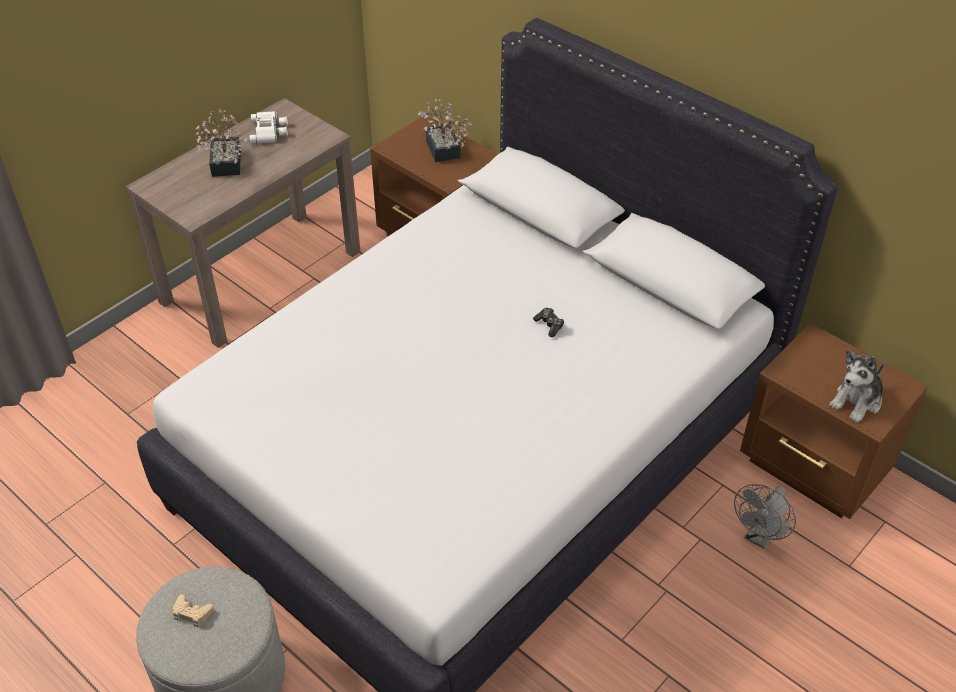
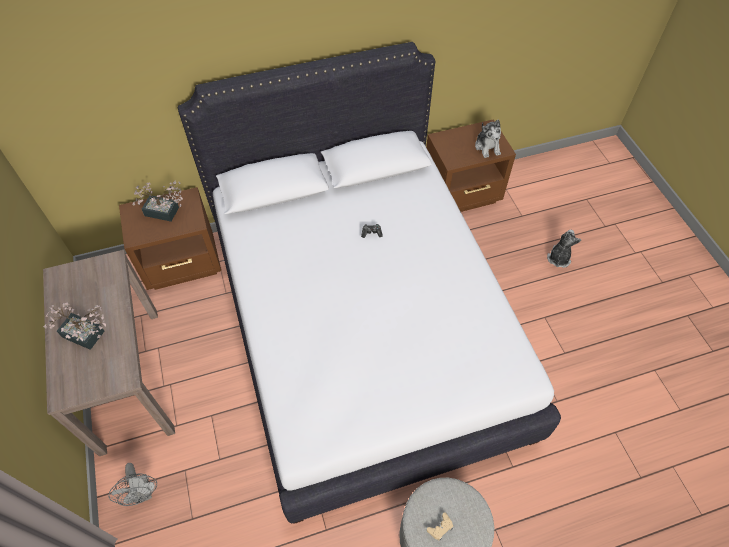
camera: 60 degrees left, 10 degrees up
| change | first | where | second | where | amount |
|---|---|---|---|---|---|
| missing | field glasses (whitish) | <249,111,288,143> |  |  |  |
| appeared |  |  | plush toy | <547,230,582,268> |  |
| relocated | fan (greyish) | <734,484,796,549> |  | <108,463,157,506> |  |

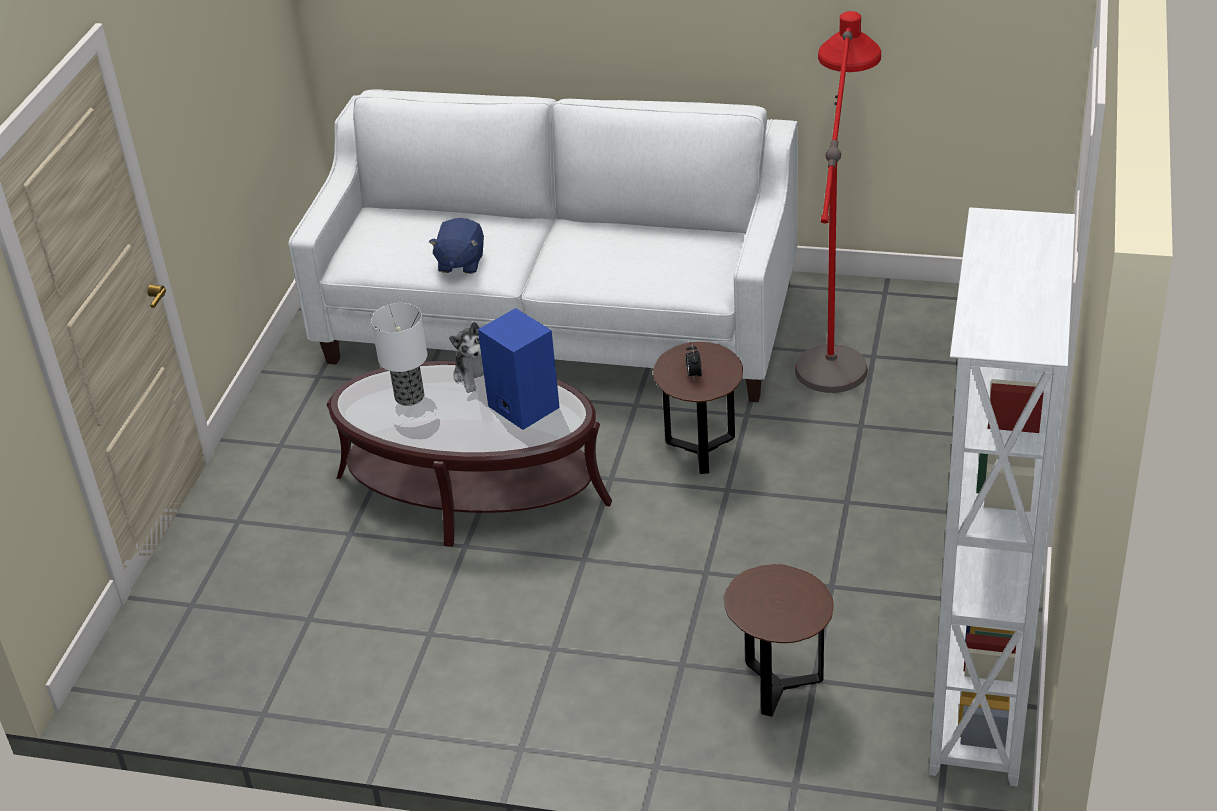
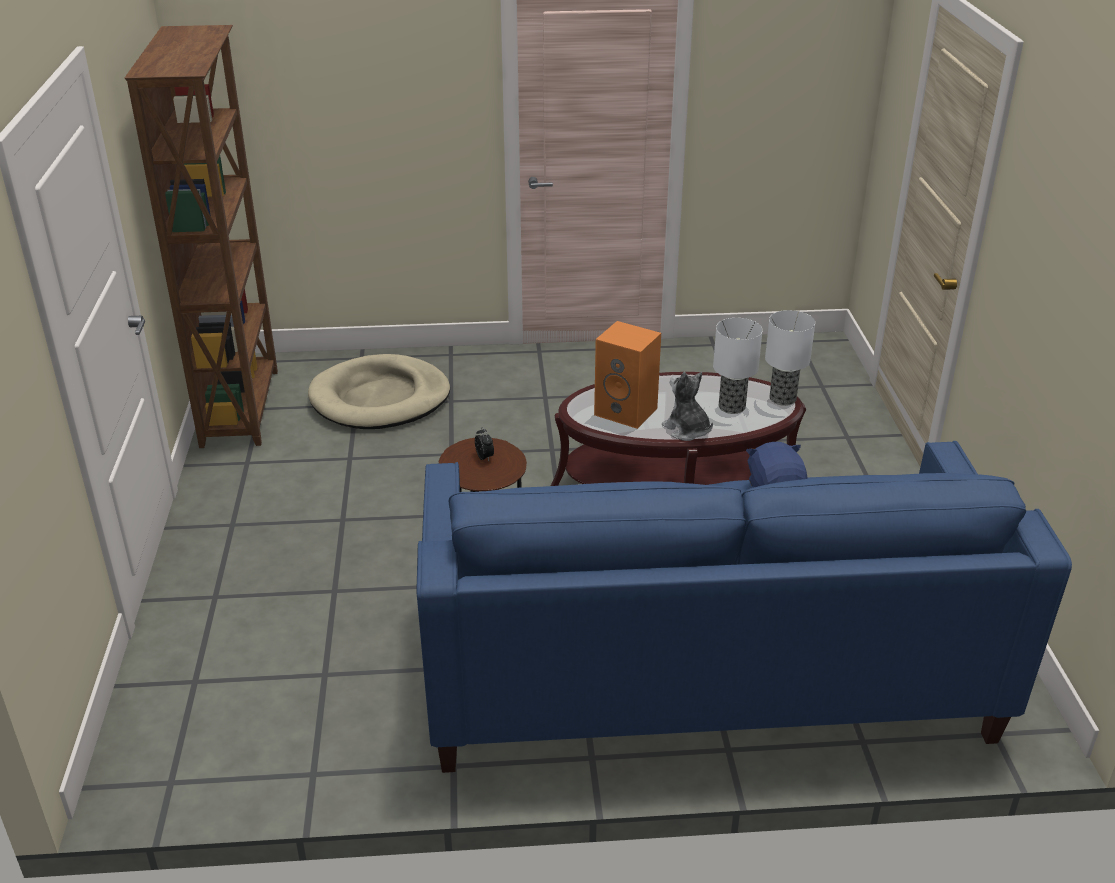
camera: 160 degrees right, 5 degrees down
| change | first | where | second | where | amount |
|---|---|---|---|---|---|
| missing | floor lamp (reddish) | <795,11,881,393> |  |  |  |
| appeared |  |  | table lamp | <765,310,815,406> |  |
| exchanged | accent table (brown) | <724,564,833,717> | pet bed (beige) | <308,354,450,429> |  |
| colour | sofa (whitish) | <288,89,798,402> | sofa (blue) | <417,441,1072,773> |  |
| colour | speaker (blue) | <478,308,560,430> | speaker (orange) | <594,321,661,429> |  |
| colour | bookcase (whitish) | <929,207,1075,787> | bookcase (brown) | <125,25,278,448> |  |

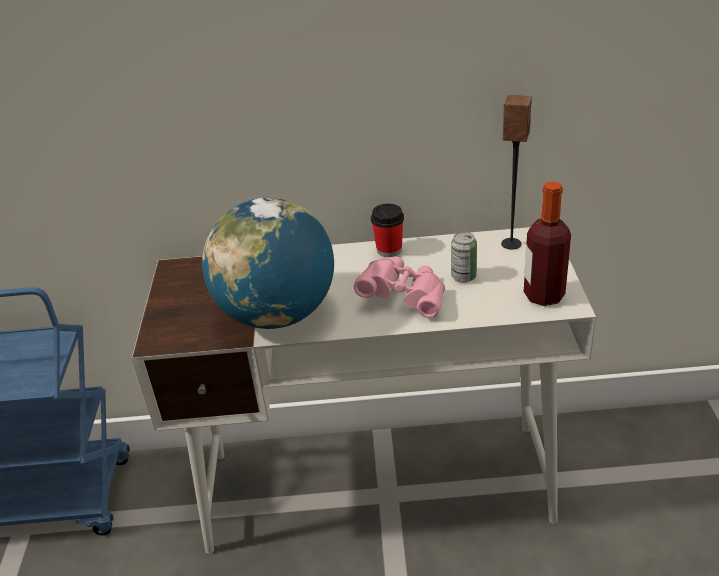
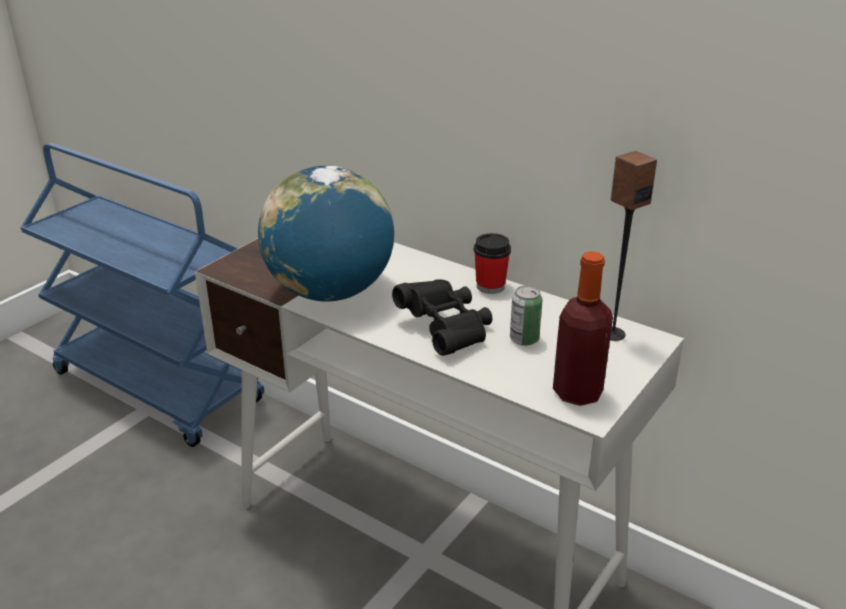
camera: 35 degrees right, 5 degrees down
| change | first | where | second | where | amount |
|---|---|---|---|---|---|
| colour | field glasses (pink) | <354,257,445,318> | field glasses (blackish) | <392,279,492,356> |  |

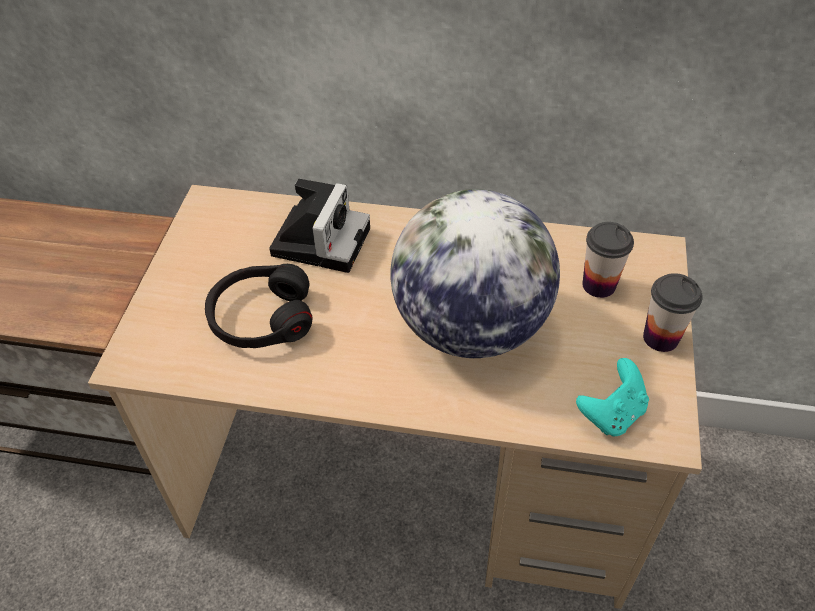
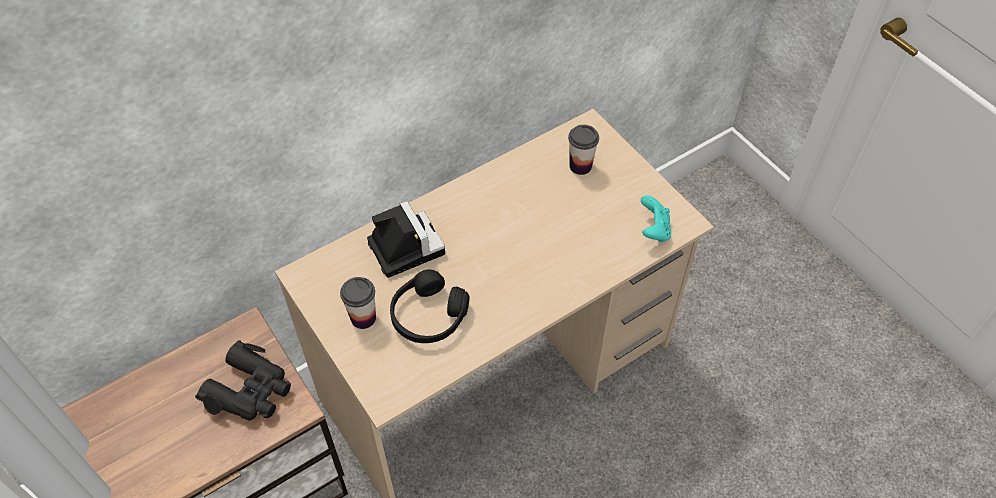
camera: 45 degrees left, 5 degrees up
| change | first | where | second | where | amount |
|---|---|---|---|---|---|
| missing | globe | <391,189,560,358> |  |  |  |
| appeared |  |  | field glasses (blackish) | <195,340,291,420> |  |
| relocated | small cup | <643,273,703,352> |  | <340,277,376,329> |  |

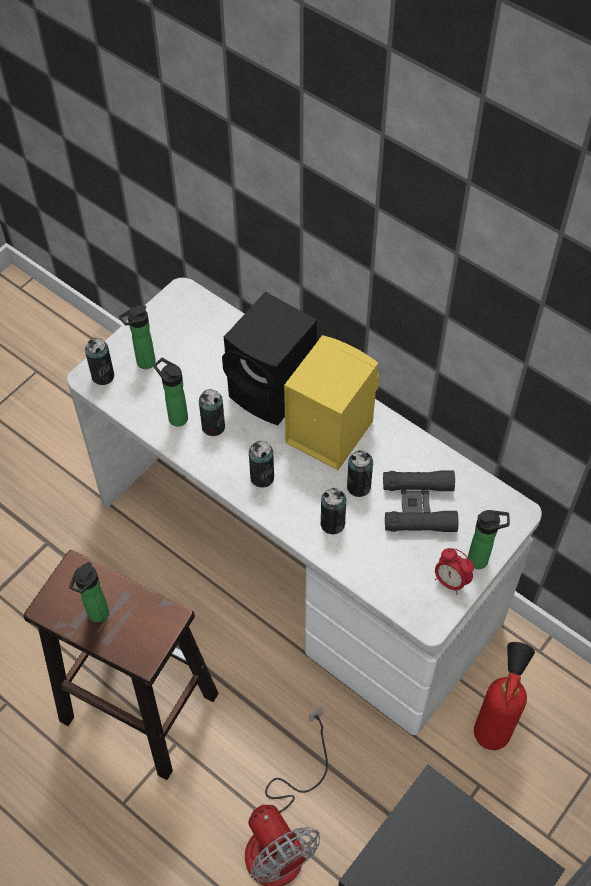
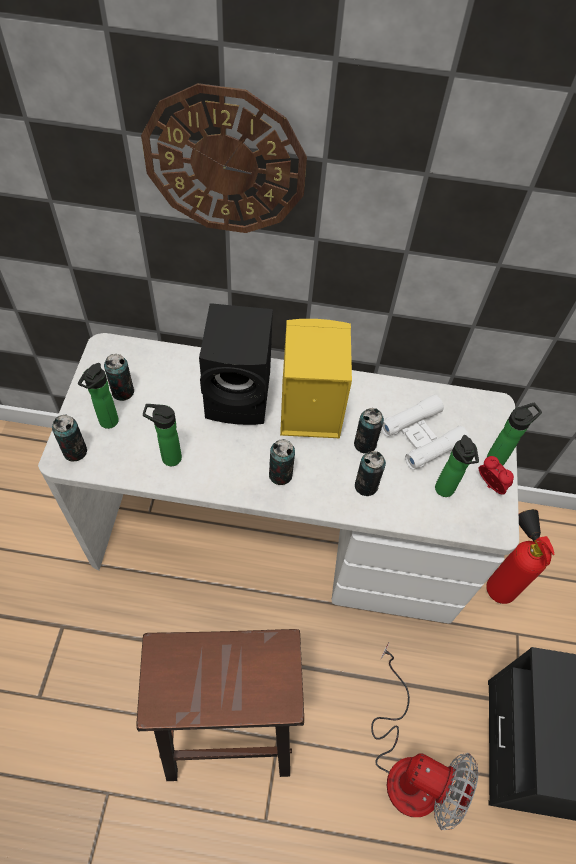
camera: 35 degrees left, 0 degrees up
| change | first | where | second | where | amount |
|---|---|---|---|---|---|
| appeared |  |  | hanging clock | <141,83,307,233> |  |
| relocated | bottle | <69,562,109,622> |  | <435,435,479,497> |  |
| relocated | can | <199,389,225,436> |  | <104,354,134,401> |  |
| colour | field glasses (blackish) | <383,470,458,532> | field glasses (whitish) | <381,394,470,470> |  |
| spun | alarm clock | <435,548,474,595> |  | <479,456,514,495> | 135 degrees counterclockwise |

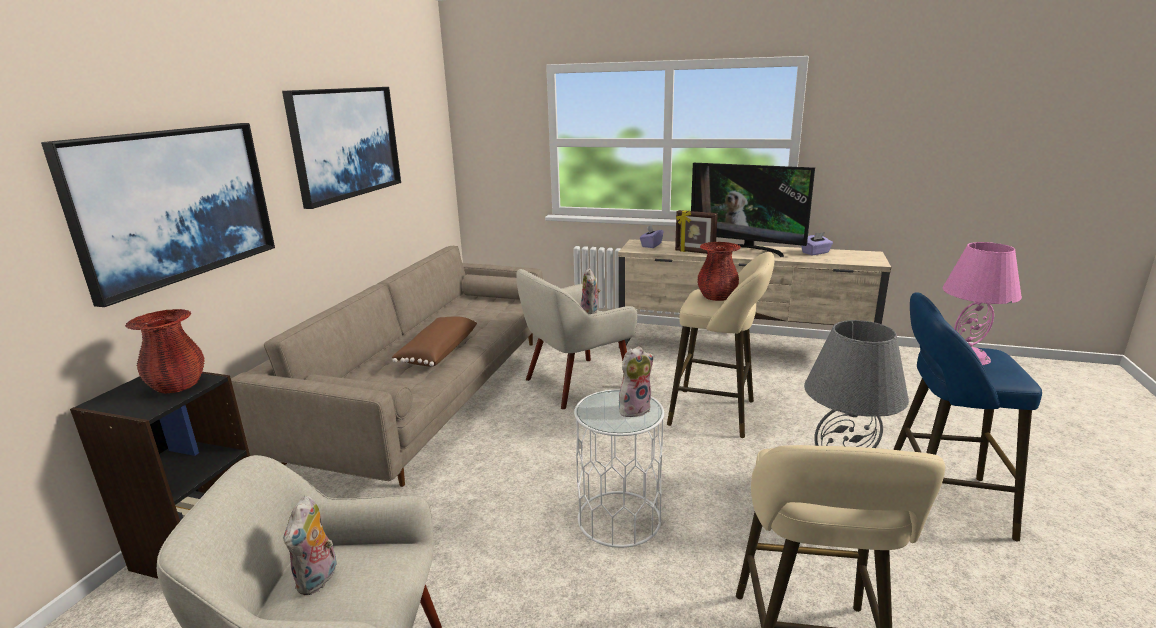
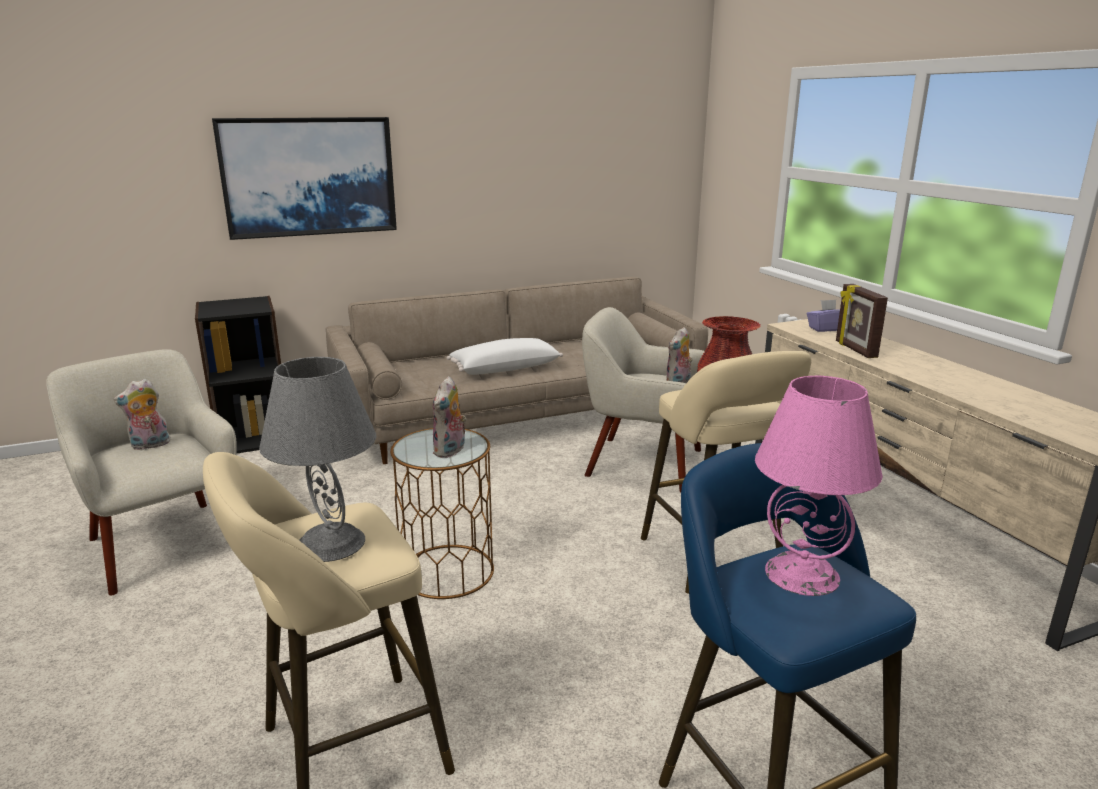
camera: 50 degrees right, 0 degrees up
| change | first | where | second | where | amount |
|---|---|---|---|---|---|
| missing | flower vase (reddish) | <125,309,205,394> |  |  |  |
| missing | picture | <282,87,401,209> |  |  |  |
| missing | TV set | <691,163,815,257> |  |  |  |
| missing | box of tissues (purple) | <801,232,833,255> |  |  |  |
| colour | pillow (brown) | <391,316,477,366> | pillow (whitish) | <447,338,563,375> |  |
| colour | accent table (whitish) | <574,389,664,548> | accent table (brown) | <390,428,494,599> |  |
| spun | plush toy | <619,346,654,417> |  | <433,376,467,458> | 90 degrees clockwise |

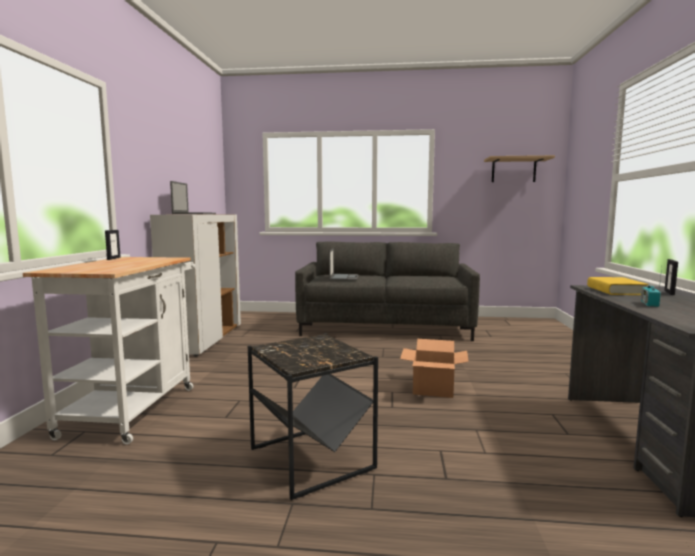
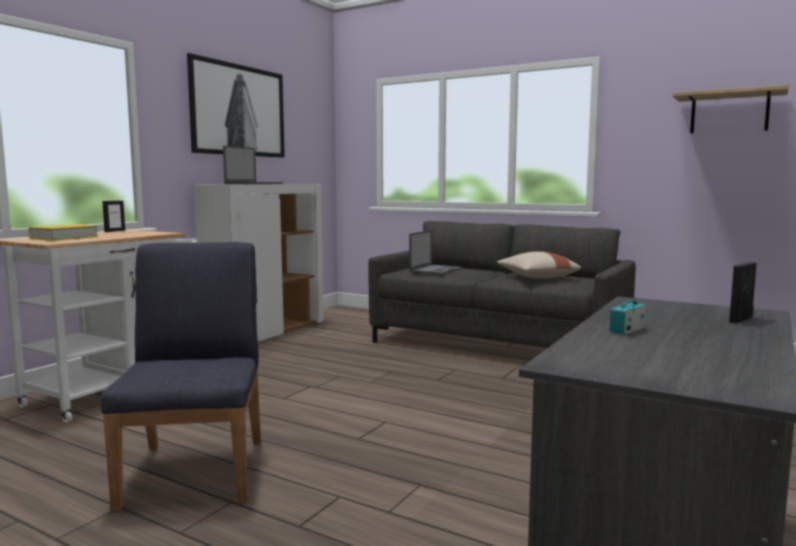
camera: 25 degrees right, 0 degrees up
| change | first | where | second | where | amount |
|---|---|---|---|---|---|
| missing | cardboard box | <400,339,469,398> |  |  |  |
| appeared |  |  | picture | <187,53,285,158> |  |
| appeared |  |  | pillow (beige) | <497,251,581,279> |  |
| relocated | bound book (yellowish) | <587,277,649,295> |  | <28,224,99,241> |  |
| exchanged | accent table (blackish) | <248,333,378,500> | chair (blue) | <101,242,261,511> |  |

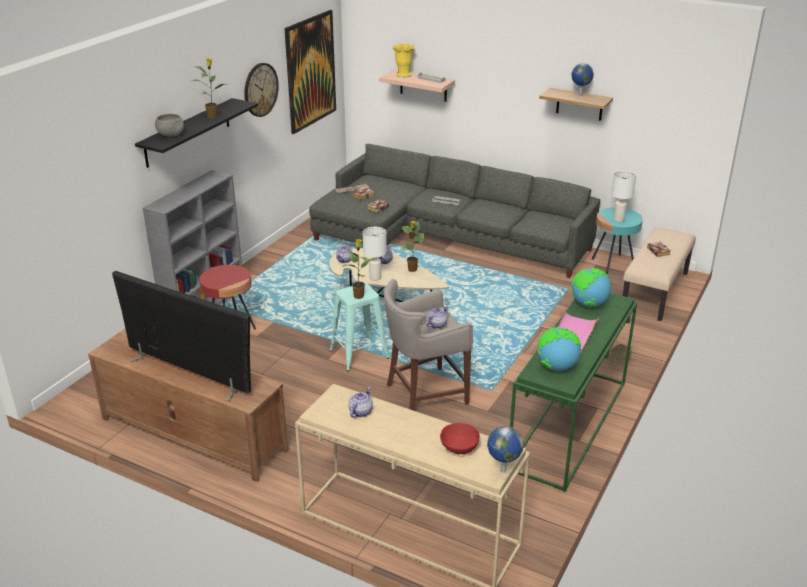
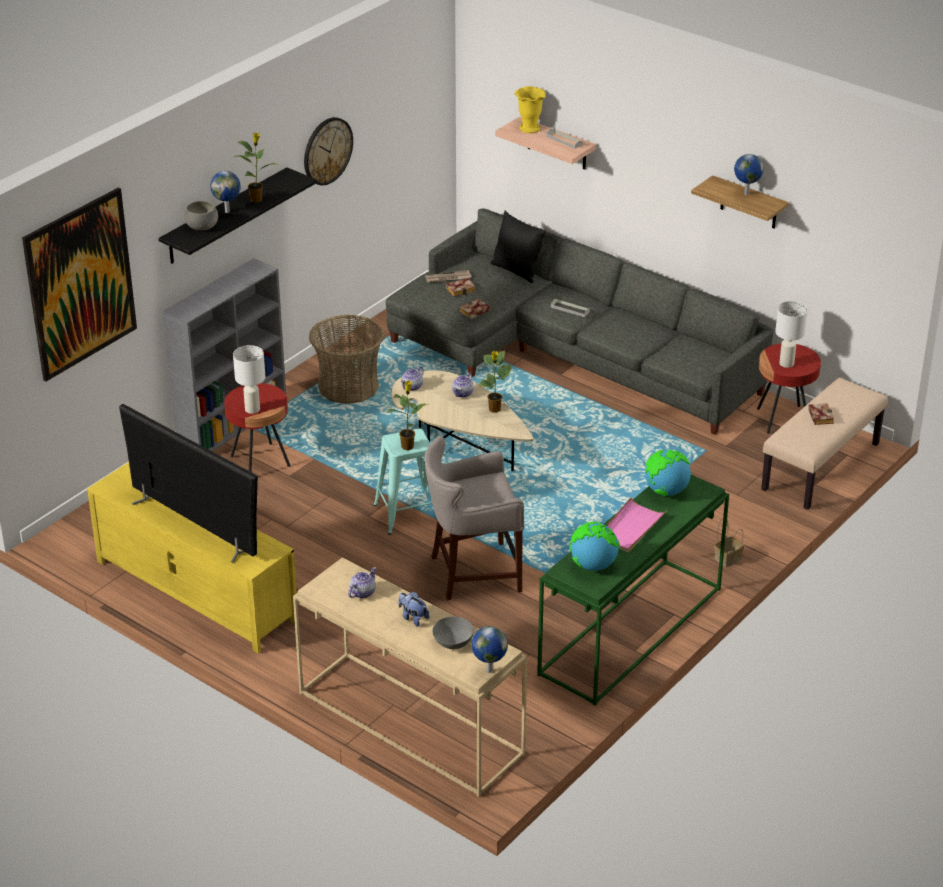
camera: 10 degrees right, 5 degrees up
| change | first | where | second | where | amount |
|---|---|---|---|---|---|
| missing | teapot | <426,306,449,329> |  |  |  |
| appeared |  |  | globe | <210,171,241,213> |  |
| appeared |  |  | basket | <309,315,384,404> |  |
| appeared |  |  | plush toy | <398,592,429,627> |  |
| appeared |  |  | pillow (blackish) | <490,211,546,283> |  |
| relocated | picture | <284,10,336,134> |  | <22,188,137,381> |  |
| relocated | table lamp (whitish) | <363,227,387,281> |  | <233,345,265,414> |  |
| colour | tv stand (brown) | <88,329,288,482> | tv stand (yellowish) | <87,462,297,654> |  |
| colour | deep dish (reddish) | <440,423,480,454> | deep dish (greyish) | <432,616,474,649> |  |
| colour | accent table (turquoise) | <592,207,643,274> | accent table (reddish) | <757,343,821,434> |  |

